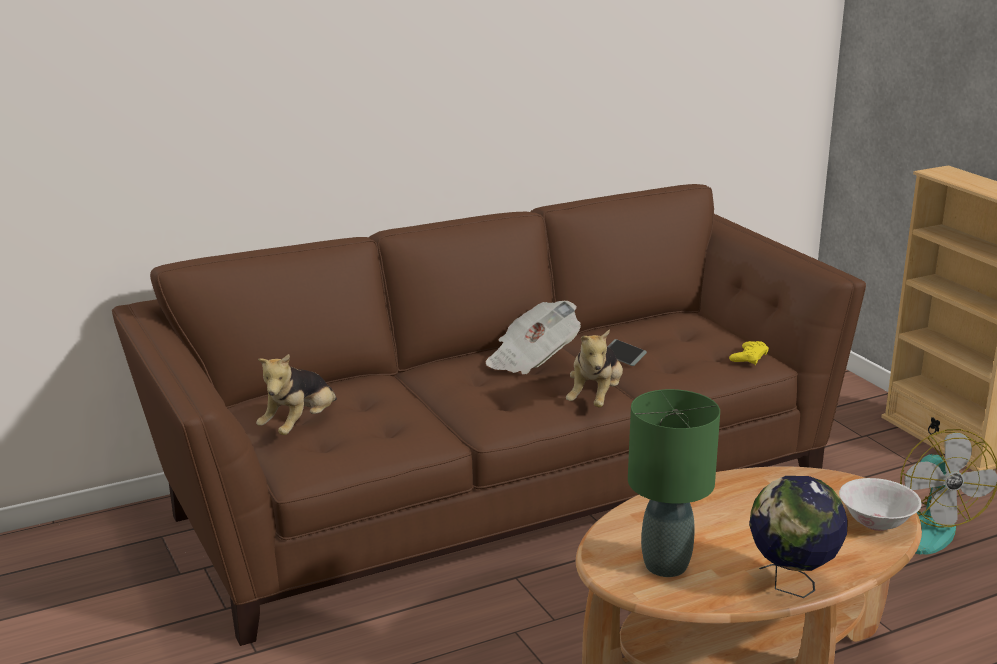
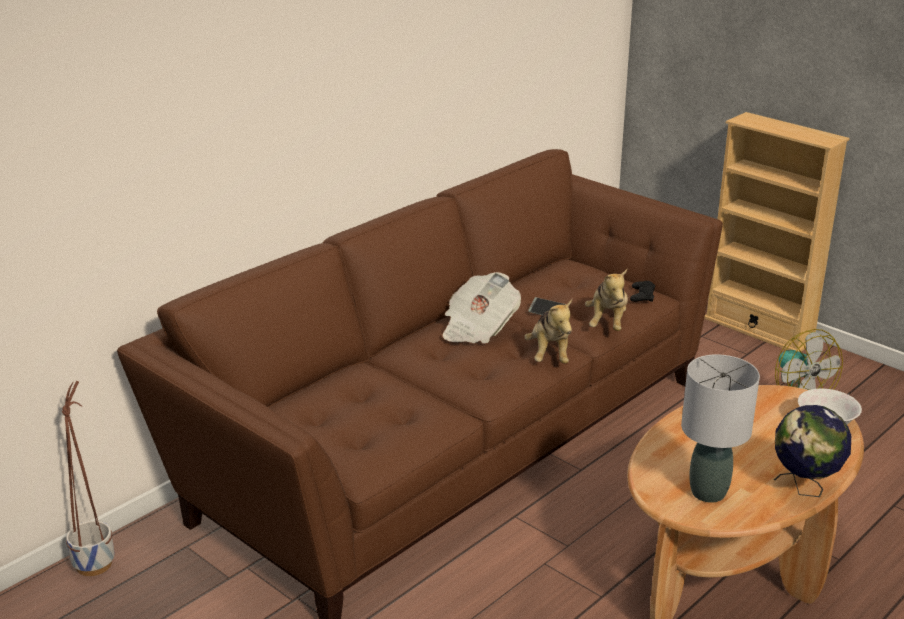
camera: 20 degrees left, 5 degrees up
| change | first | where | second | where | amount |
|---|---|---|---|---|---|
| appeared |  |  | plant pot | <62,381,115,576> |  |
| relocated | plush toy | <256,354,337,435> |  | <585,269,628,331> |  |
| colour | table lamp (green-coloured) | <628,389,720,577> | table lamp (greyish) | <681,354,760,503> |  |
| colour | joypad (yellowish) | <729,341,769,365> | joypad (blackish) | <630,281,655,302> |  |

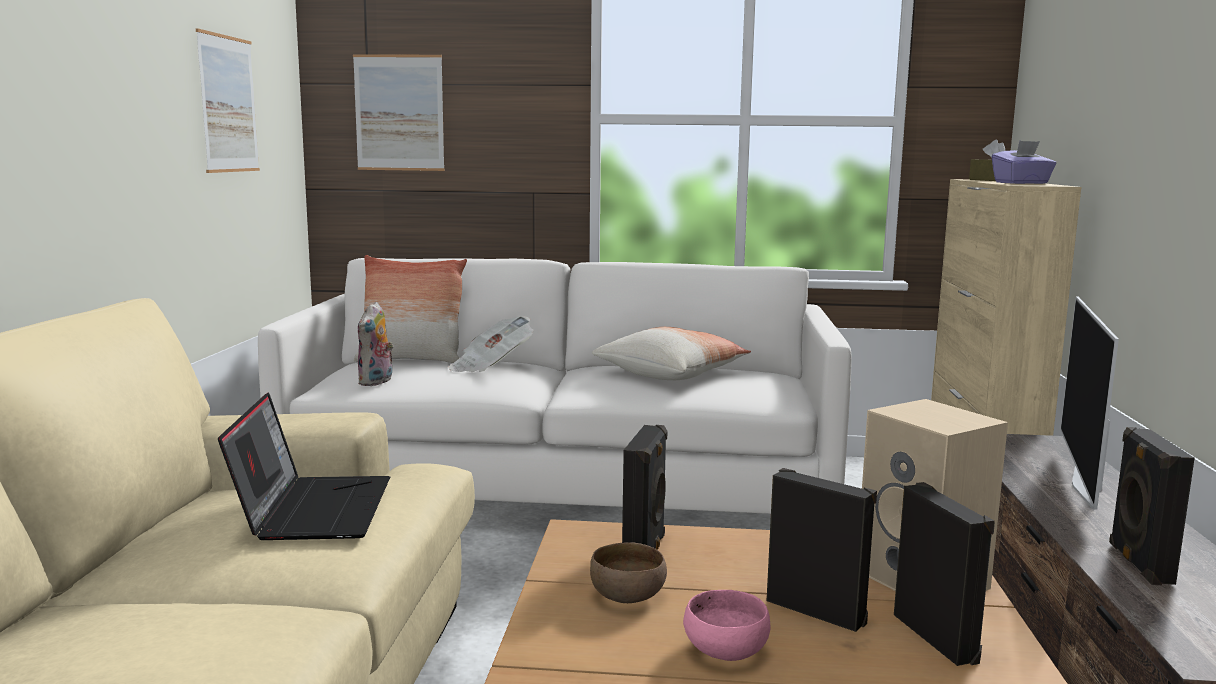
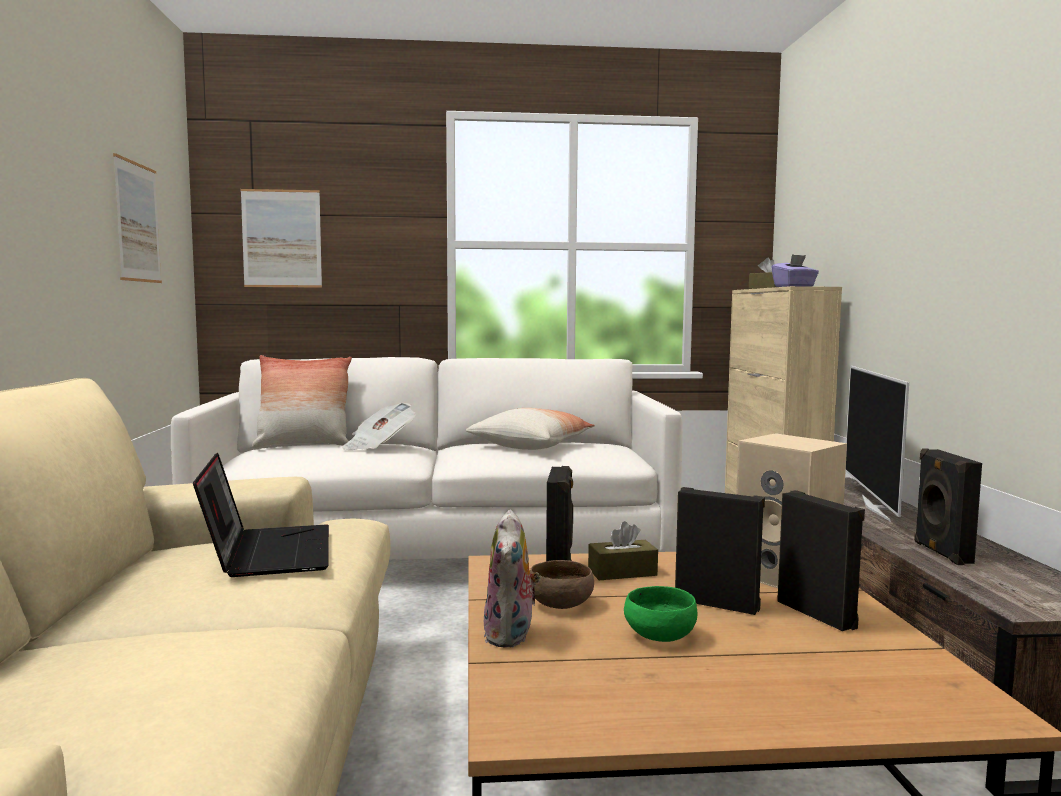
camera: 10 degrees left, 5 degrees down
| change | first | where | second | where | amount |
|---|---|---|---|---|---|
| appeared |  |  | box of tissues (brown) | <588,521,658,580> |  |
| relocated | plush toy | <358,302,394,386> |  | <483,510,541,648> |  |
| colour | deep dish (pink) | <683,590,770,661> | deep dish (green-coloured) | <624,586,697,642> |  |

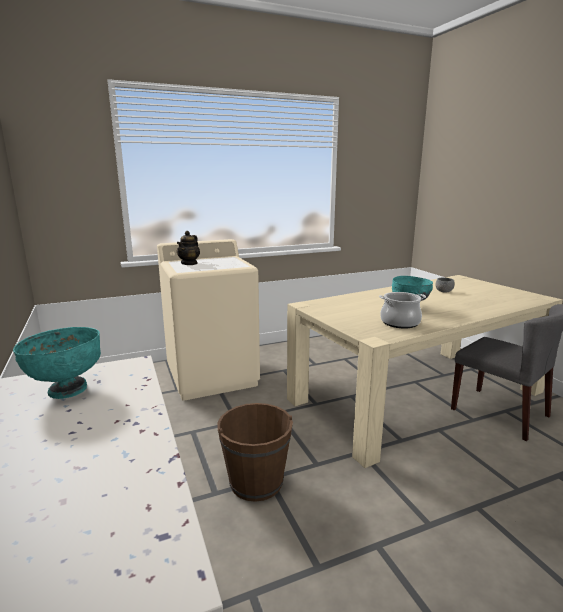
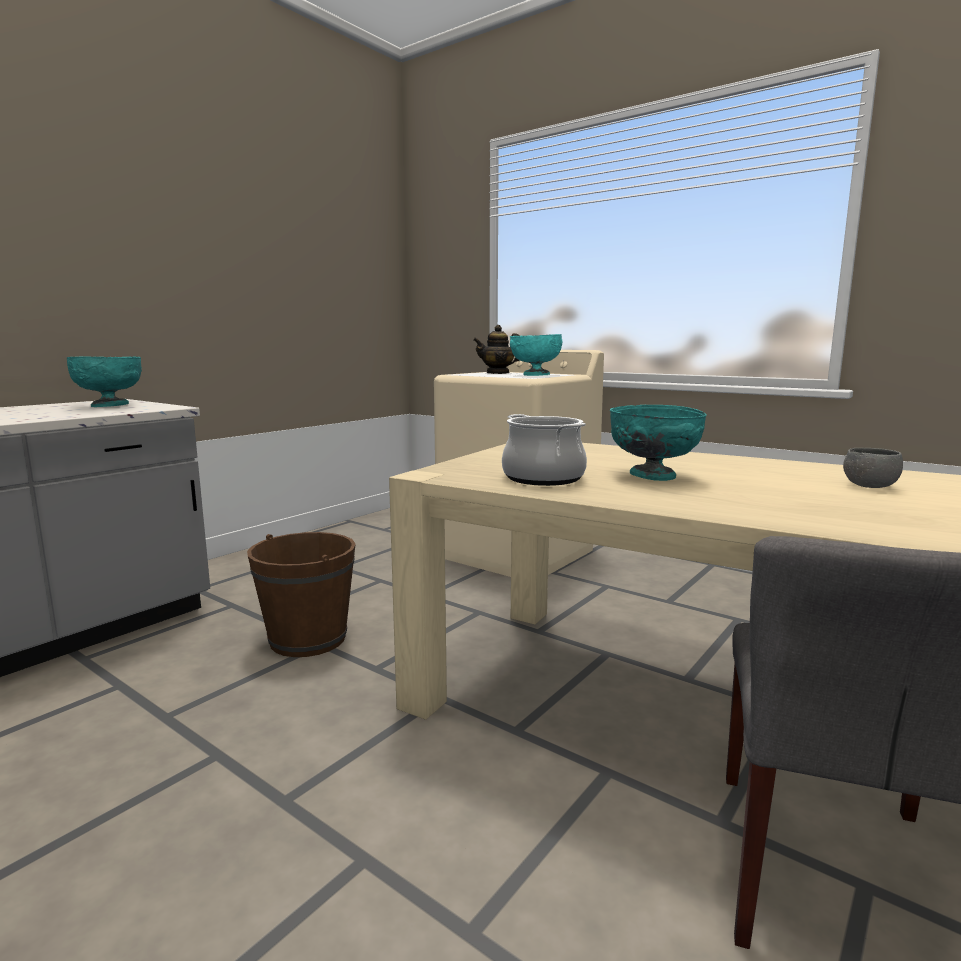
camera: 60 degrees right, 5 degrees down
| change | first | where | second | where | amount |
|---|---|---|---|---|---|
| appeared |  |  | deep dish (turquoise) | <510,334,562,376> |  |

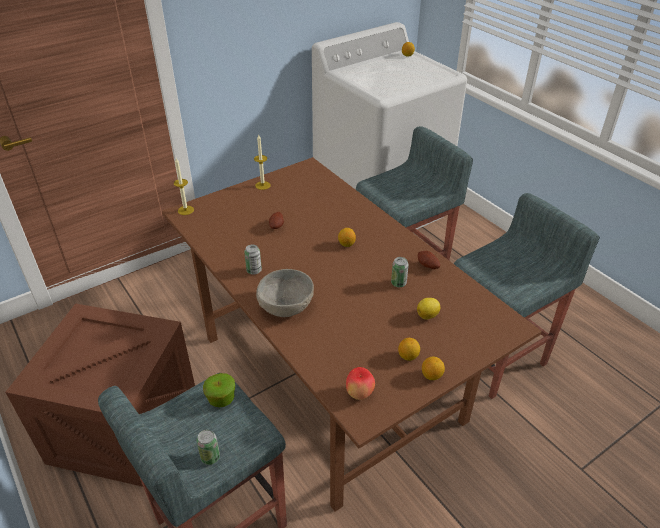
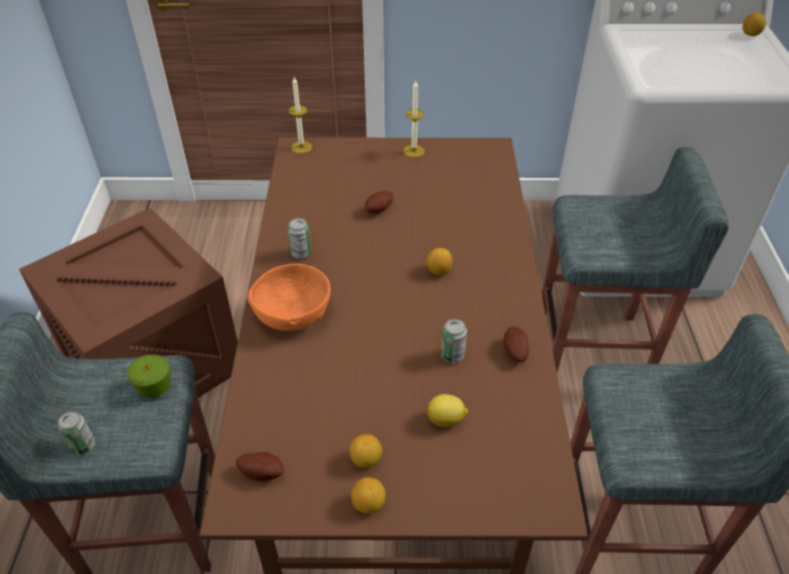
camera: 35 degrees right, 5 degrees up
| change | first | where | second | where | amount |
|---|---|---|---|---|---|
| exchanged | apple fruit | <346,367,375,400> | whole potato | <236,452,284,481> |  |
| colour | deep dish (greyish) | <256,269,314,317> | deep dish (orange) | <247,264,331,331> |  |

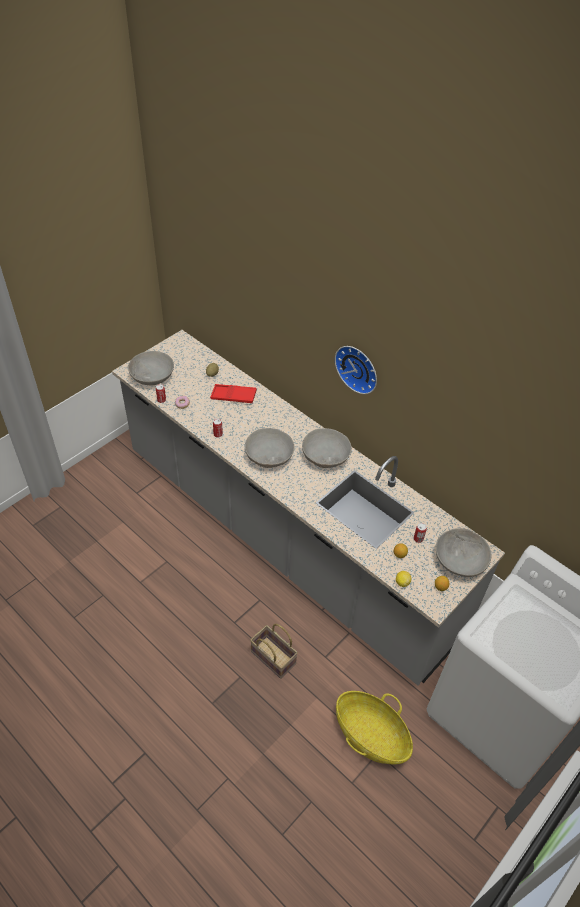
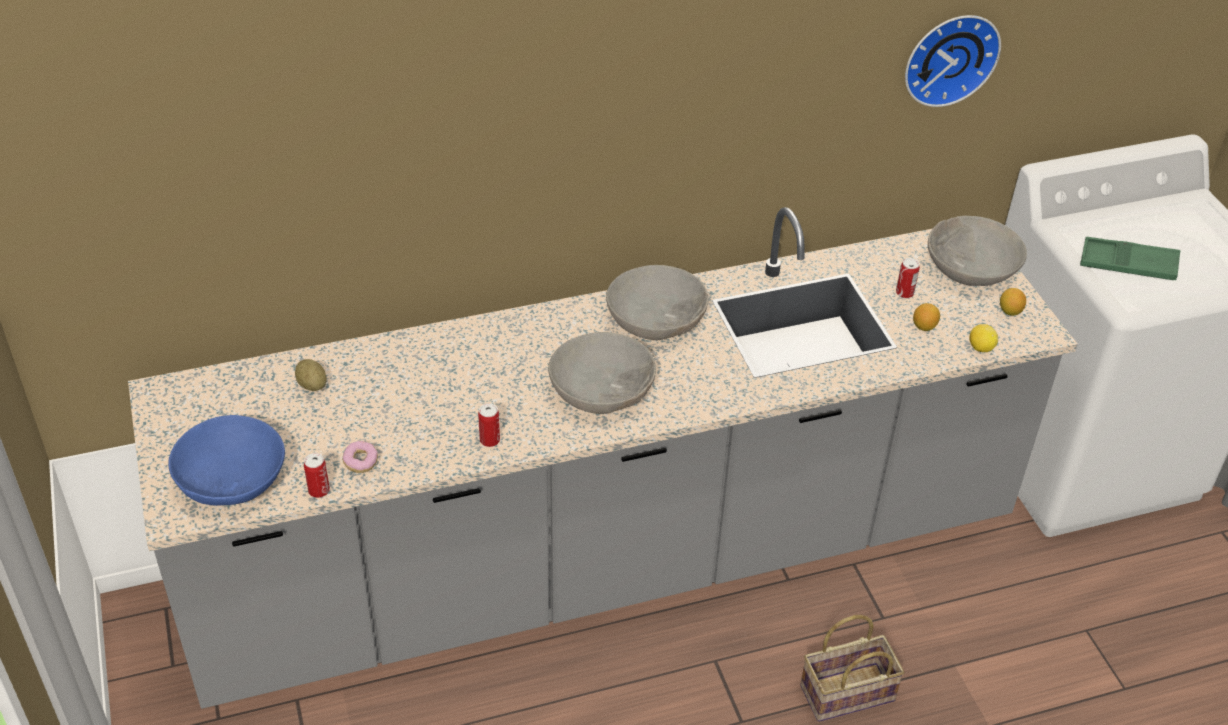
camera: 60 degrees left, 5 degrees down
| change | first | where | second | where | amount |
|---|---|---|---|---|---|
| missing | serving tray (reddish) | <210,384,257,403> |  |  |  |
| missing | basket | <336,691,413,764> |  |  |  |
| appeared |  |  | serving tray (green-coloured) | <1080,237,1181,280> |  |
| relocated | hanging clock | <335,346,377,394> |  | <905,15,1001,107> |  |
| colour | deep dish (greyish) | <128,351,174,385> | deep dish (blue) | <168,415,285,506> |  |

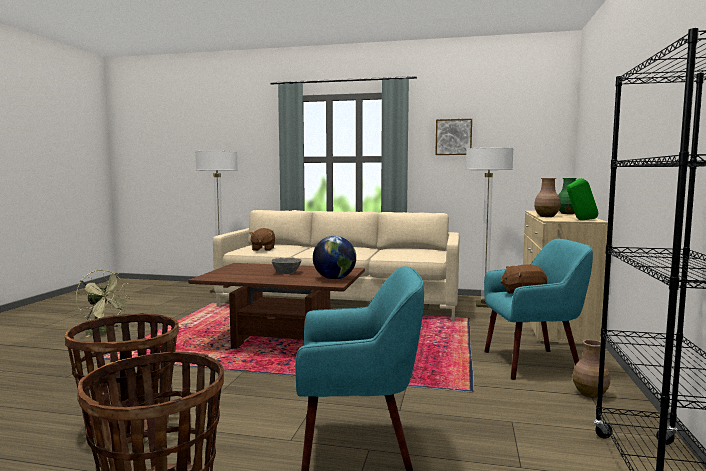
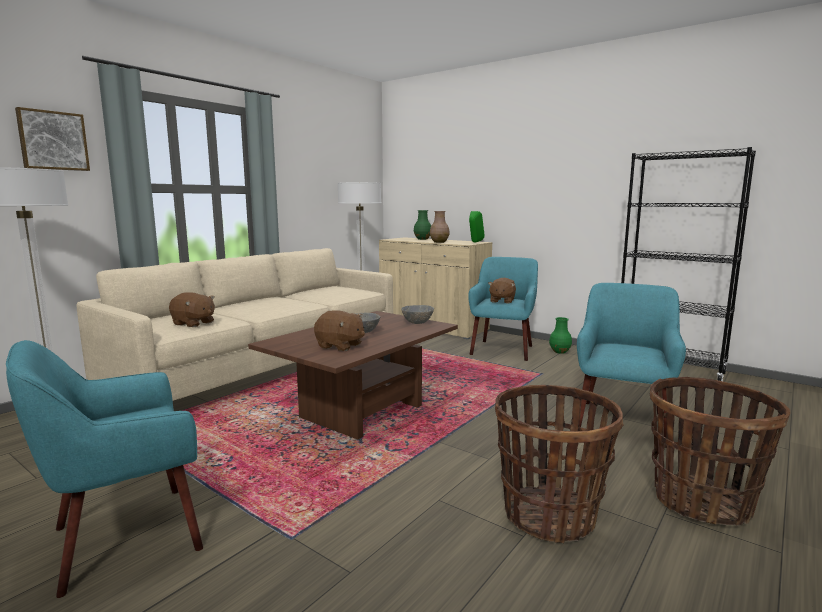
camera: 65 degrees left, 5 degrees up
| change | first | where | second | where | amount |
|---|---|---|---|---|---|
| appeared |  |  | plush toy (brown) | <314,310,365,351> |  |
| relocated | picture | <435,119,472,155> |  | <15,107,90,171> |  |
| exchanged | fan (green-coloured) | <76,270,131,337> | lounge chair (turquoise) | <6,340,203,598> |  |
| exchanged | globe | <313,236,356,279> | deep dish (greyish) | <401,305,434,324> |  |
| colour | flower vase (brown) | <572,340,610,398> | flower vase (green-coloured) | <549,317,572,354> |  |

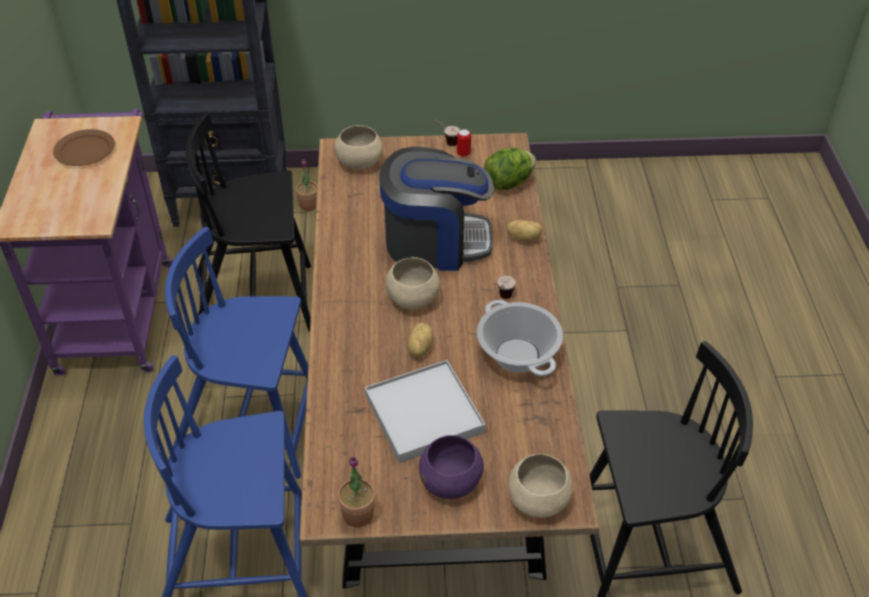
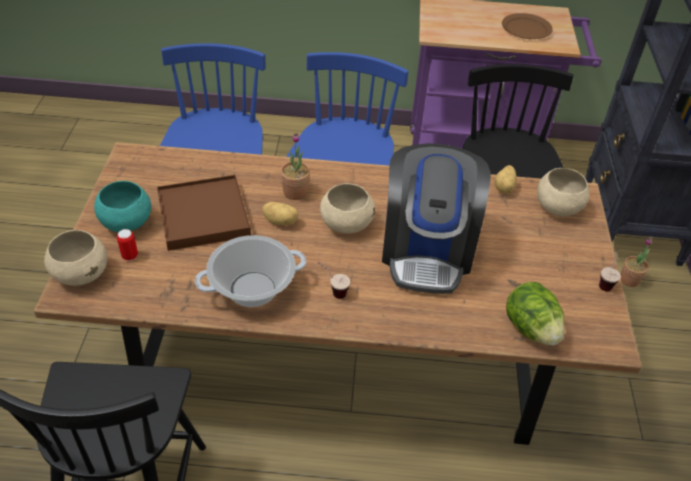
camera: 95 degrees right, 0 degrees up
| change | first | where | second | where | amount |
|---|---|---|---|---|---|
| relocated | potted plant | <337,457,375,527> |  | <280,134,310,200> |  |
| relocated | can | <457,129,471,157> |  | <117,229,138,261> |  |
| relocated | whole potato | <507,220,542,242> |  | <495,165,517,193> |  |
| colour | serving tray (whitish) | <365,360,485,464> | serving tray (brown) | <157,175,251,251> |  |
| colour | deep dish (purple) | <419,435,484,499> | deep dish (turquoise) | <94,181,151,232> |  |

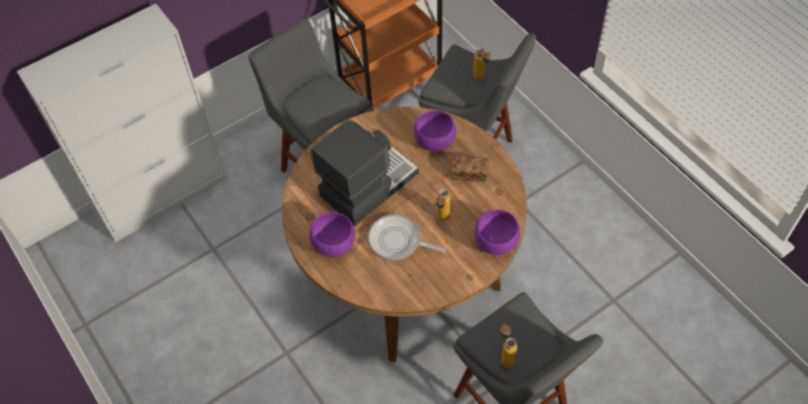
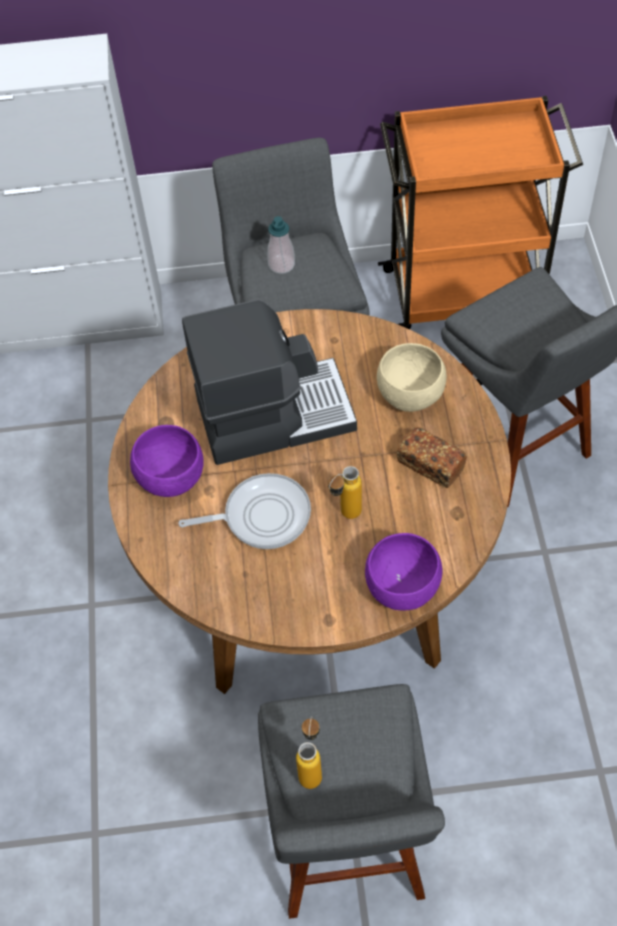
camera: 30 degrees right, 0 degrees up
| change | first | where | second | where | amount |
|---|---|---|---|---|---|
| missing | bottle | <473,47,491,79> |  |  |  |
| appeared |  |  | liquid soap bottle | <268,216,295,274> |  |
| colour | deep dish (purple) | <414,110,456,151> | deep dish (beige) | <377,343,447,412> |  |
| spun | pan | <368,214,446,260> |  | <178,473,311,549> | 120 degrees clockwise |

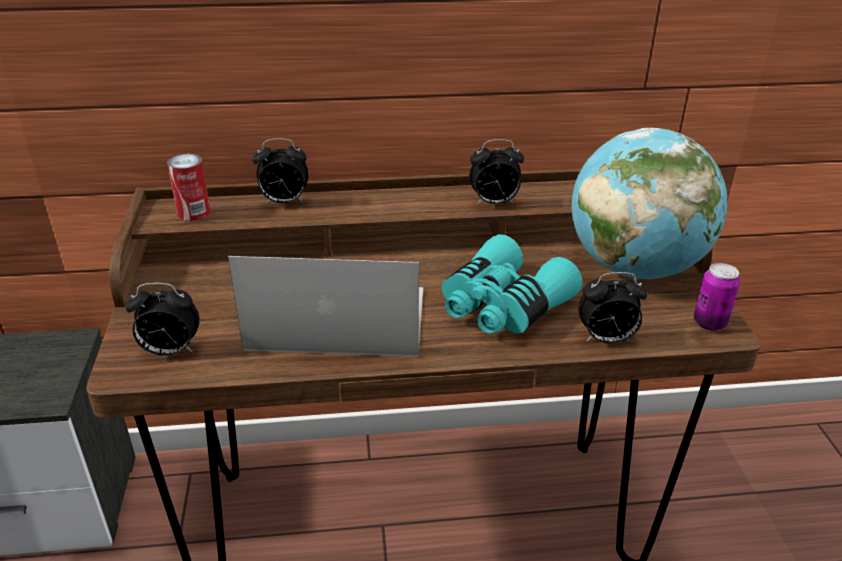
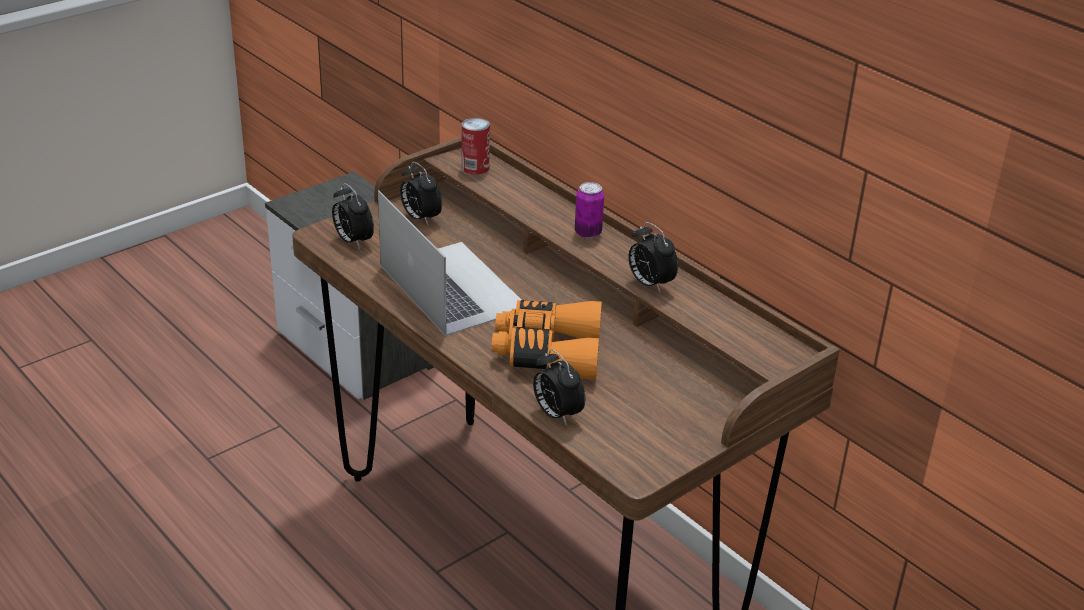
camera: 55 degrees right, 0 degrees up
| change | first | where | second | where | amount |
|---|---|---|---|---|---|
| missing | globe | <571,128,727,279> |  |  |  |
| relocated | alarm clock | <252,138,309,204> |  | <400,162,442,226> |  |
| relocated | can | <694,263,740,331> |  | <575,182,604,238> |  |
| colour | field glasses (turquoise) | <442,234,582,334> | field glasses (orange) | <491,300,602,380> |  |

